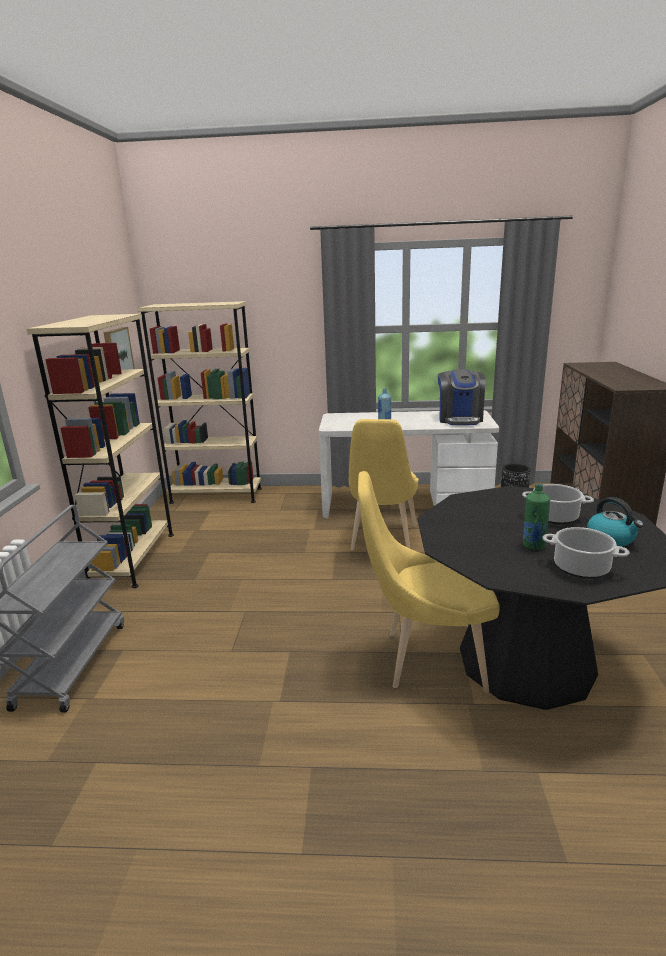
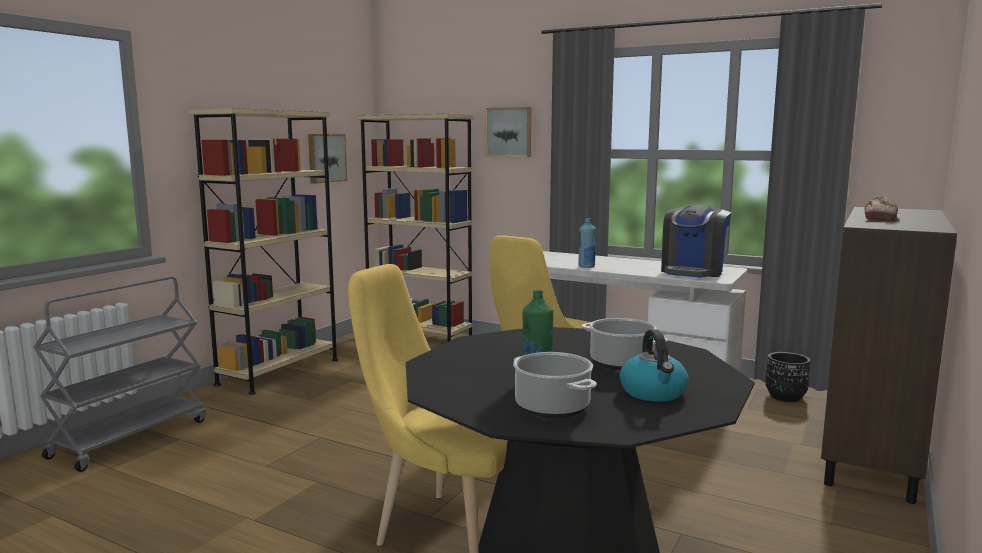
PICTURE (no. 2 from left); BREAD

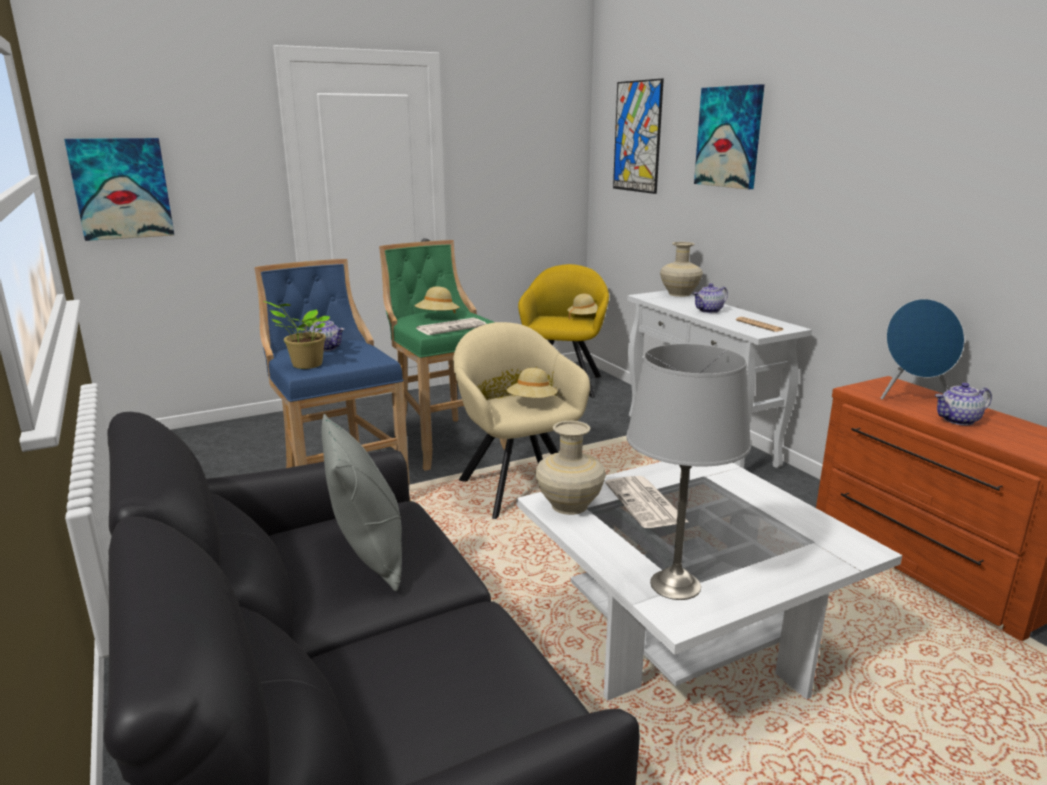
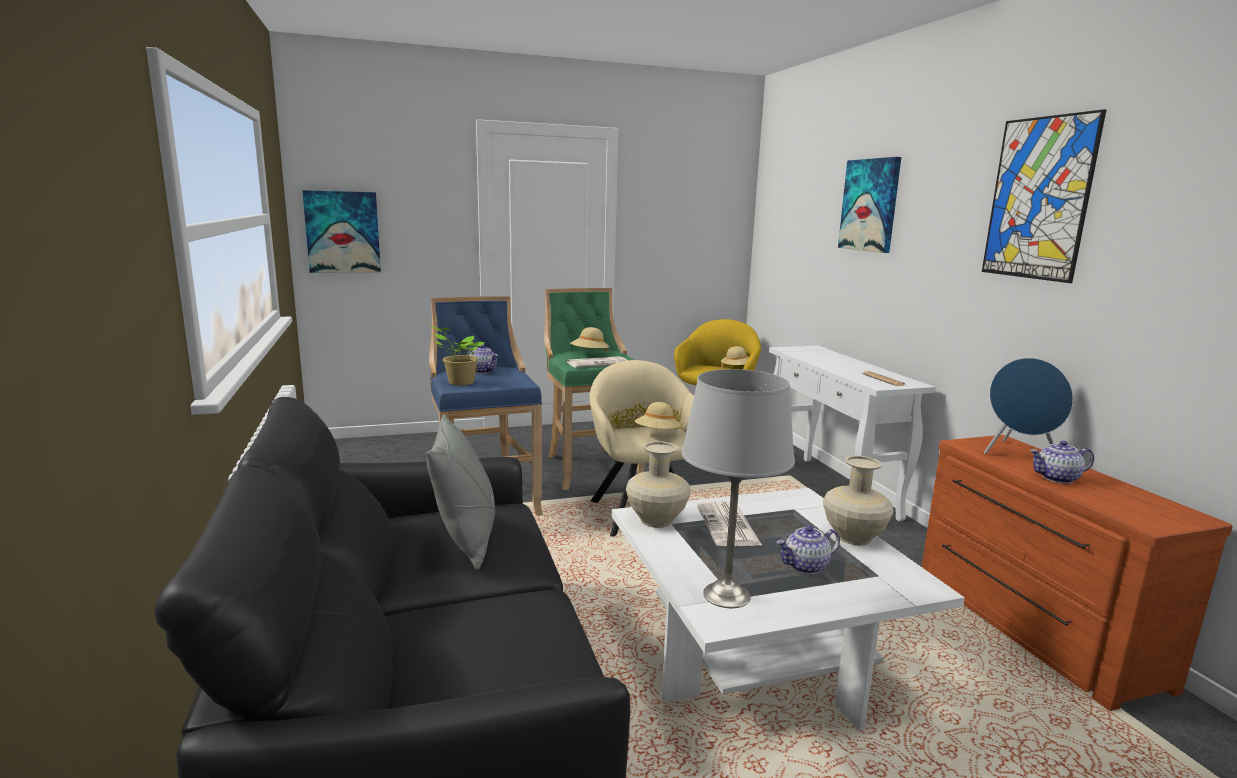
PICTURE (no. 3 from left); BEIGE VASE (no. 2 from left); TEAPOT (no. 2 from left)

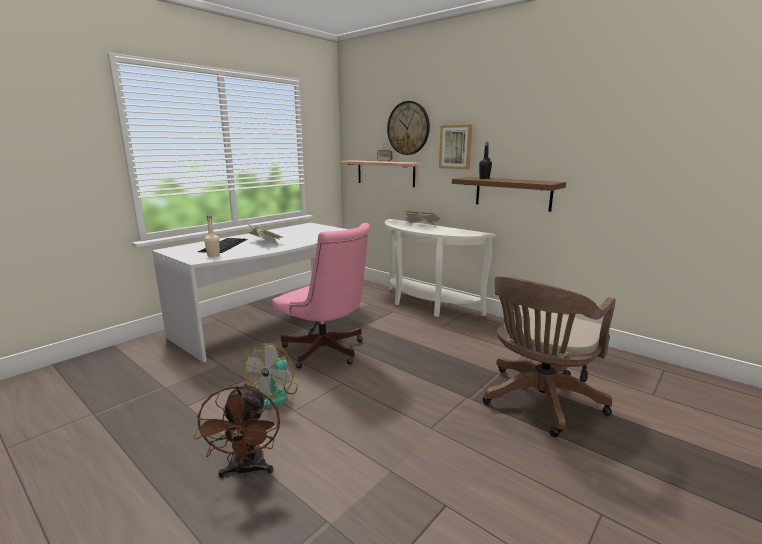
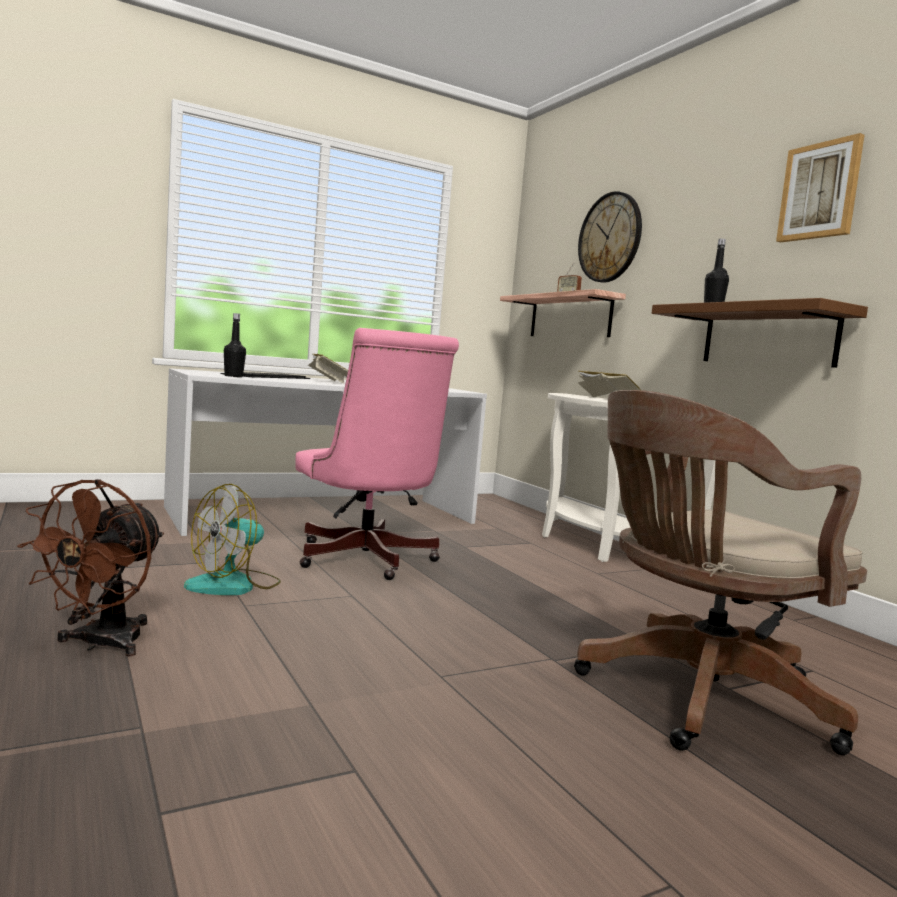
BLACK BOTTLE (no. 1 from left); PICTURE

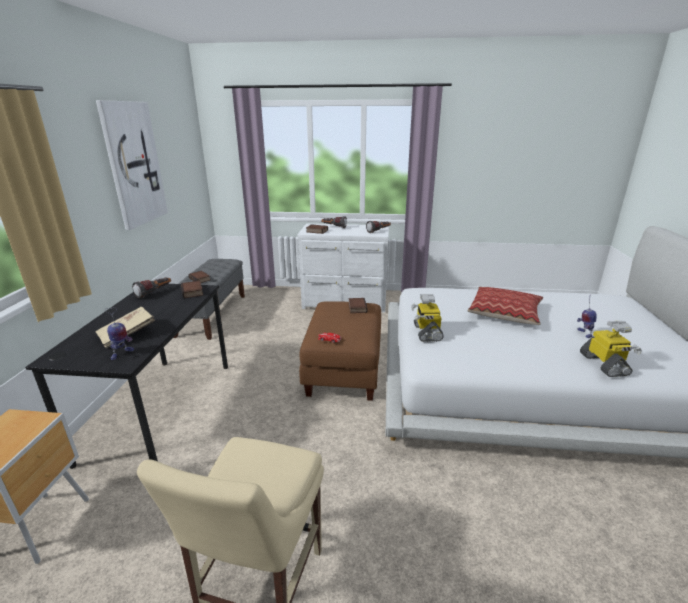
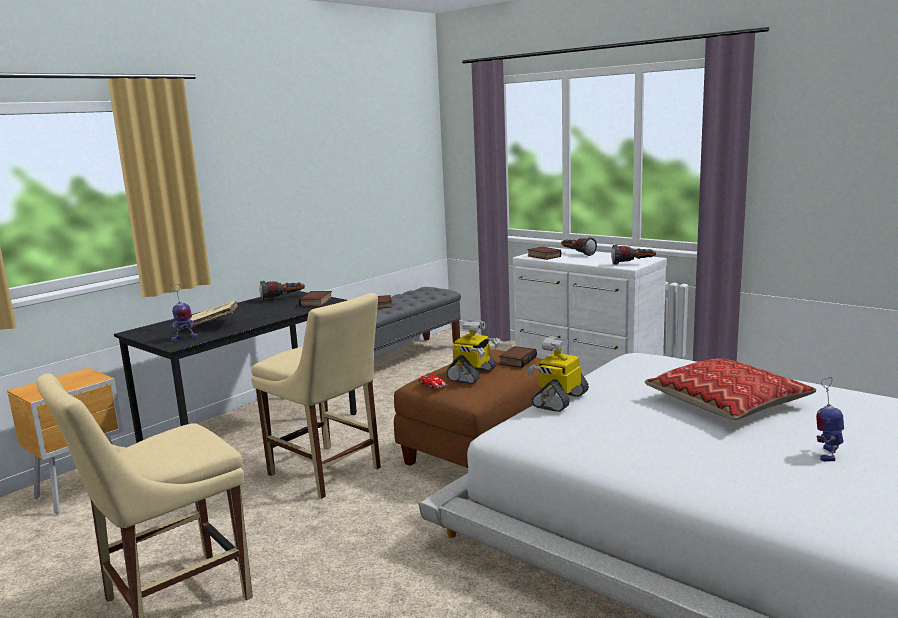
PICTURE; TOY ROBOT (no. 2 from left); BEIGE CHAIR (no. 2 from left)

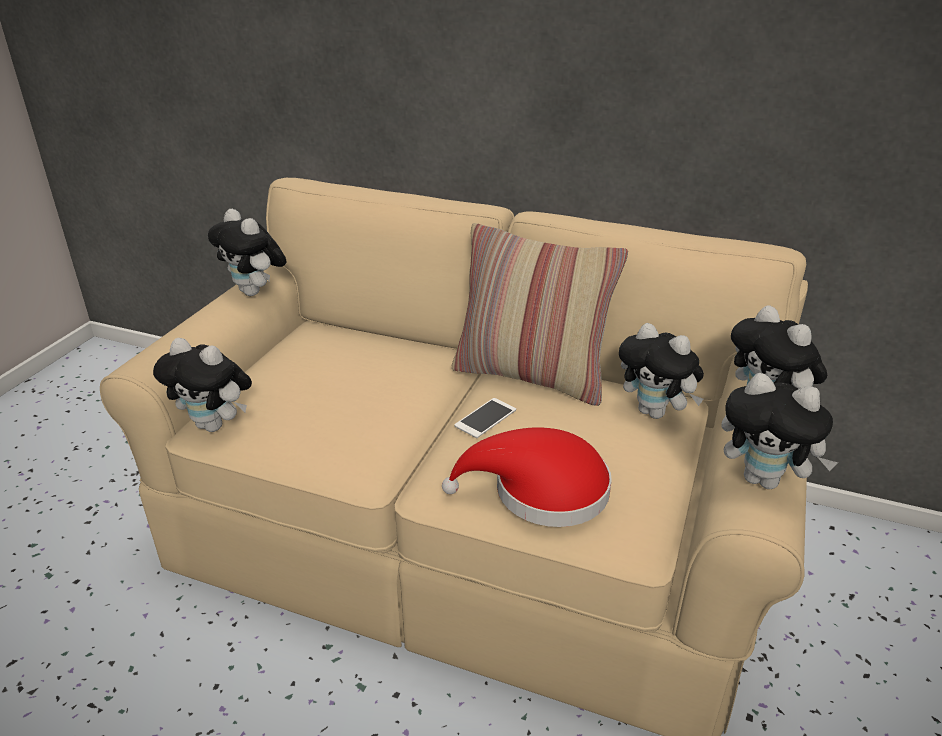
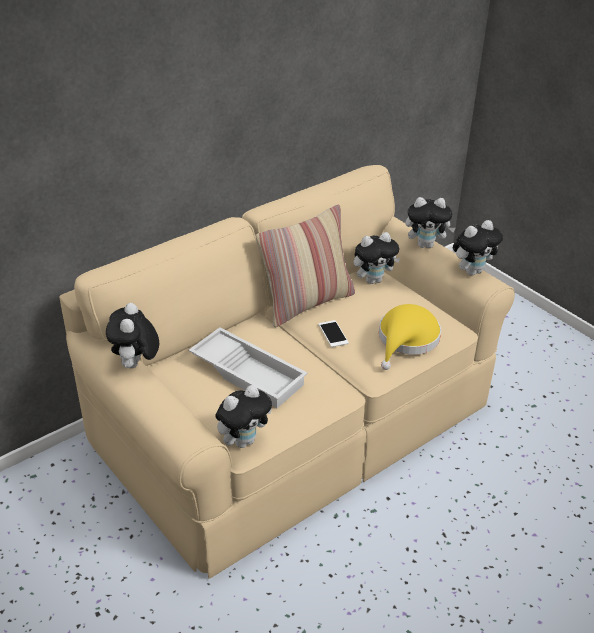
PLUSH TOY (no. 1 from left); YELLOW HAT; WHITE TRAY

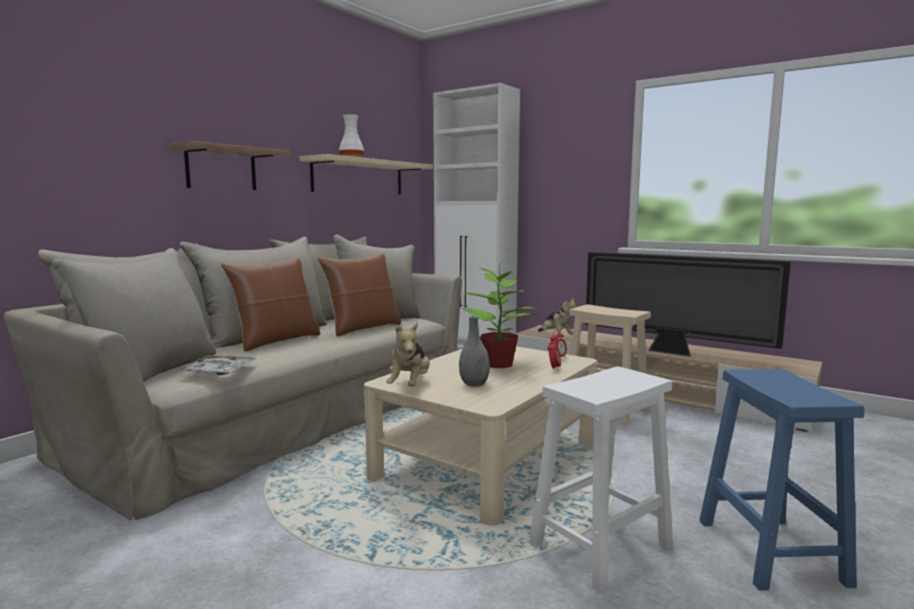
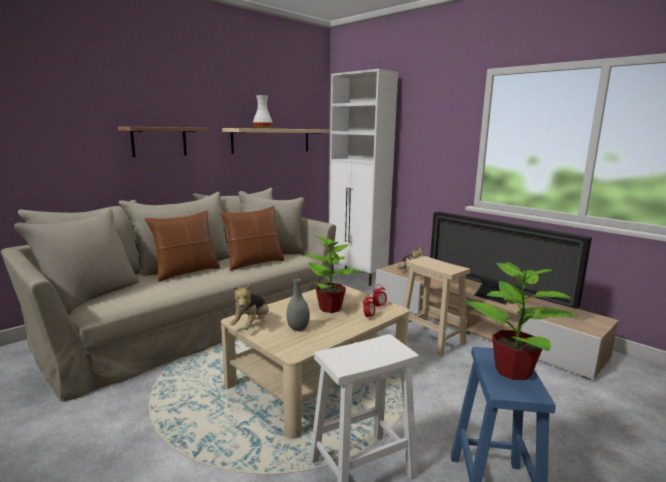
TRAY; POTTED PLANT (no. 2 from left)

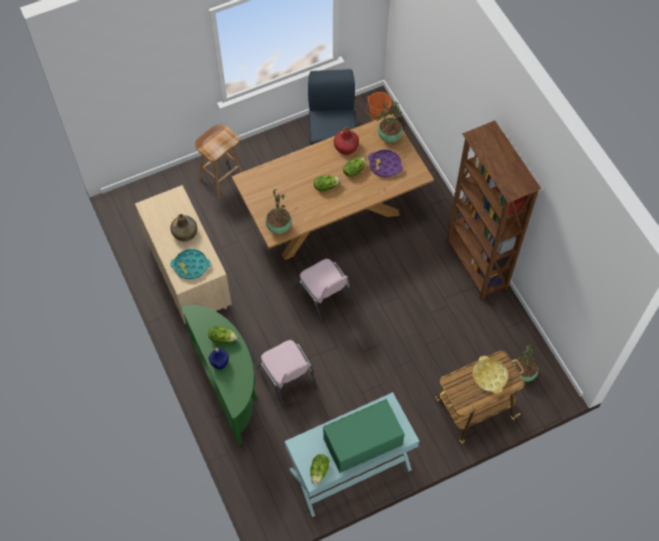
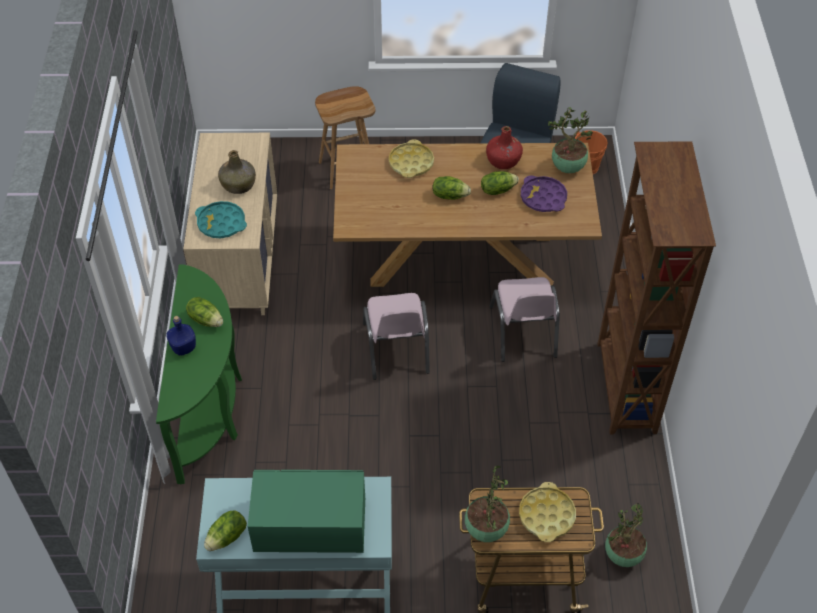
PINK CHAIR (no. 2 from left); POTTED PLANT (no. 1 from left); YELLOW TRAY (no. 1 from left)

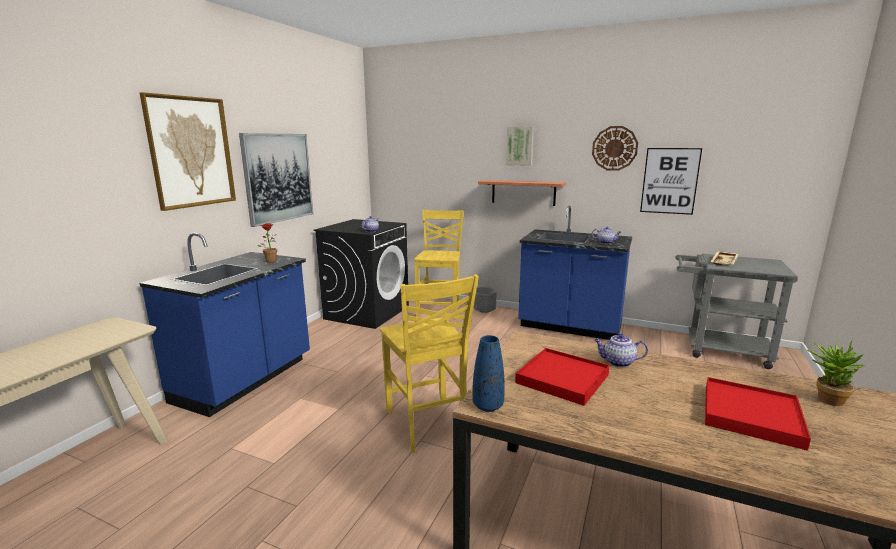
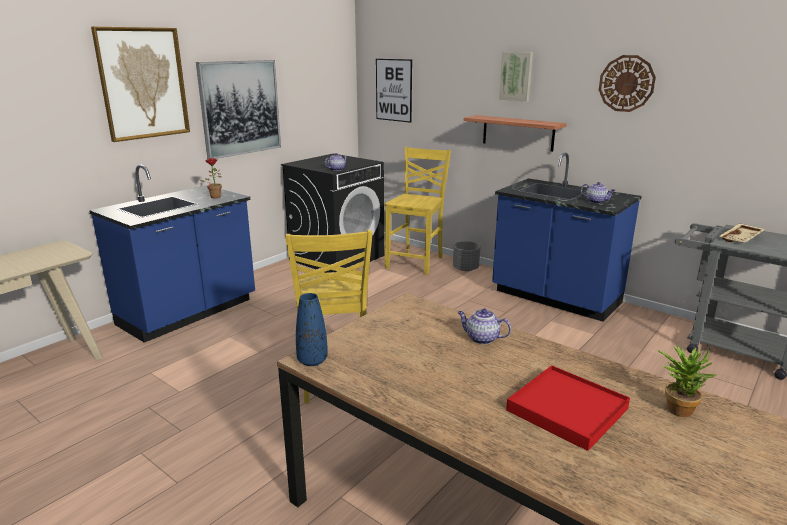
RED TRAY (no. 1 from left in the first image); PICTURE (no. 3 from left)

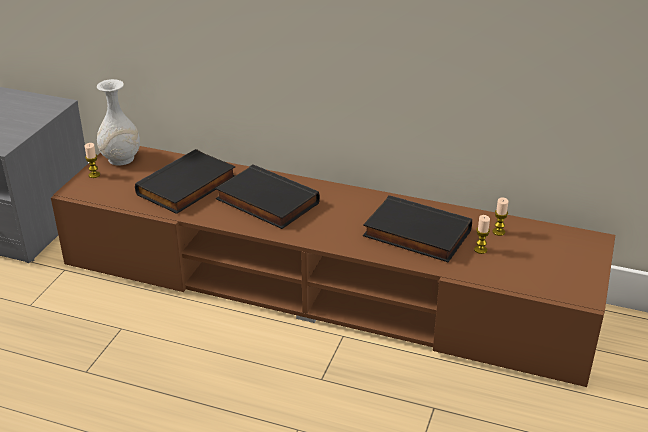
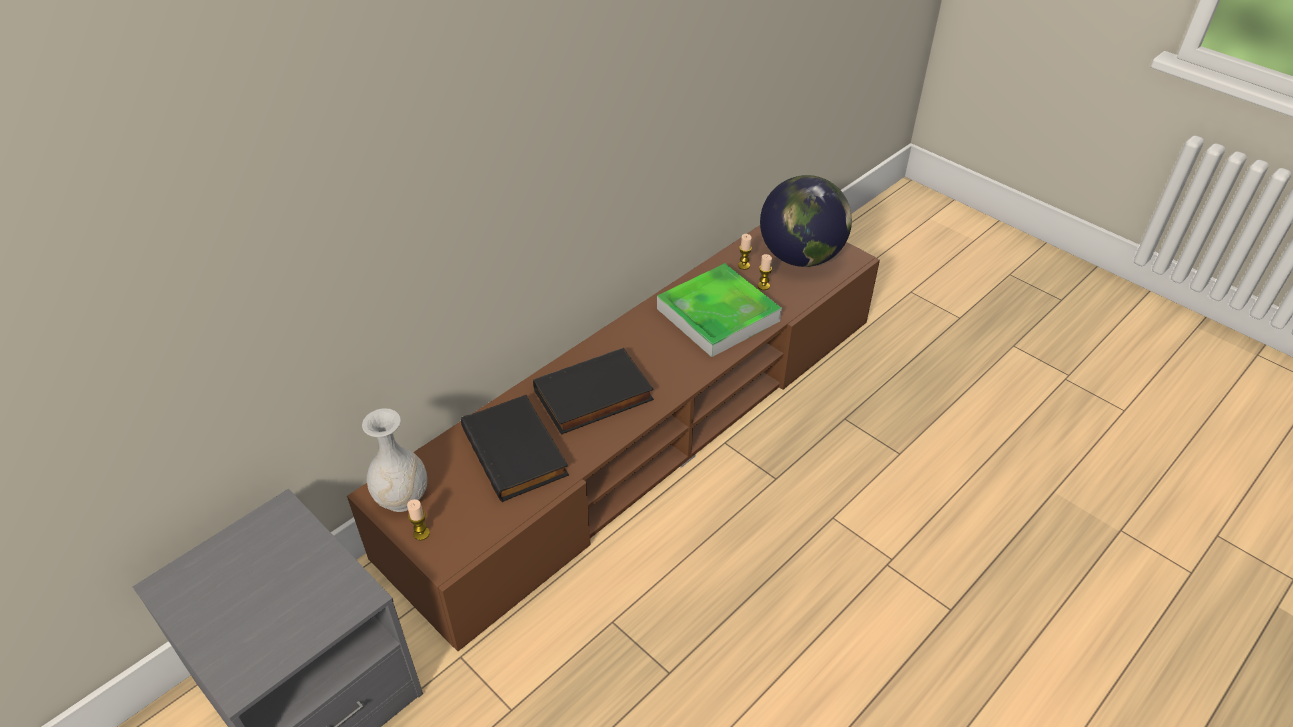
TRAY; GLOBE

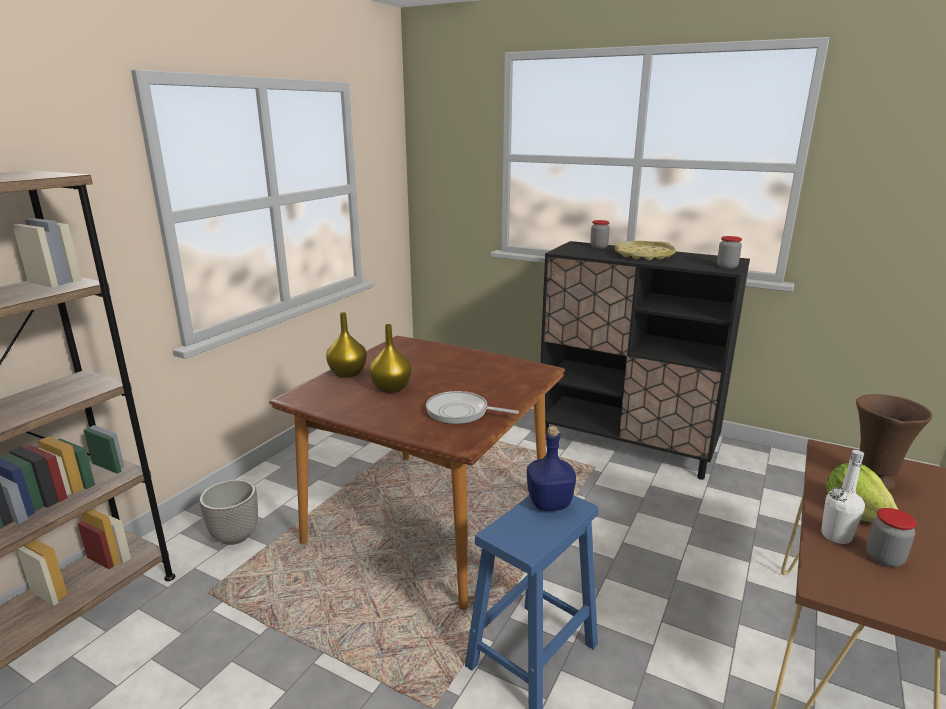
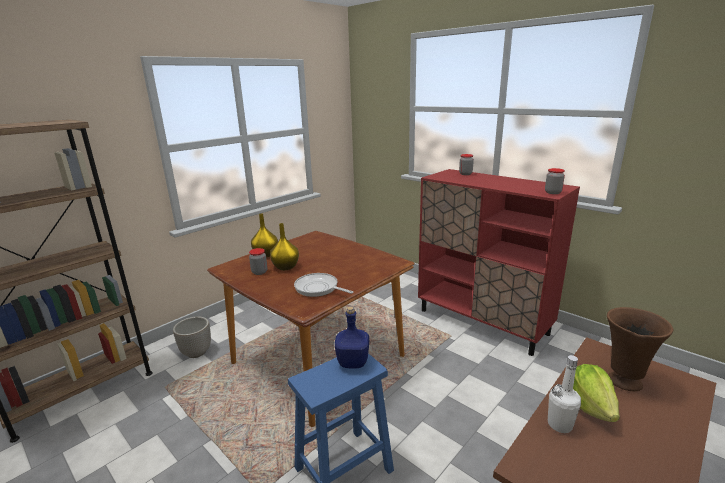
RED CABINET; YELLOW TRAY; JAR (no. 1 from left)

